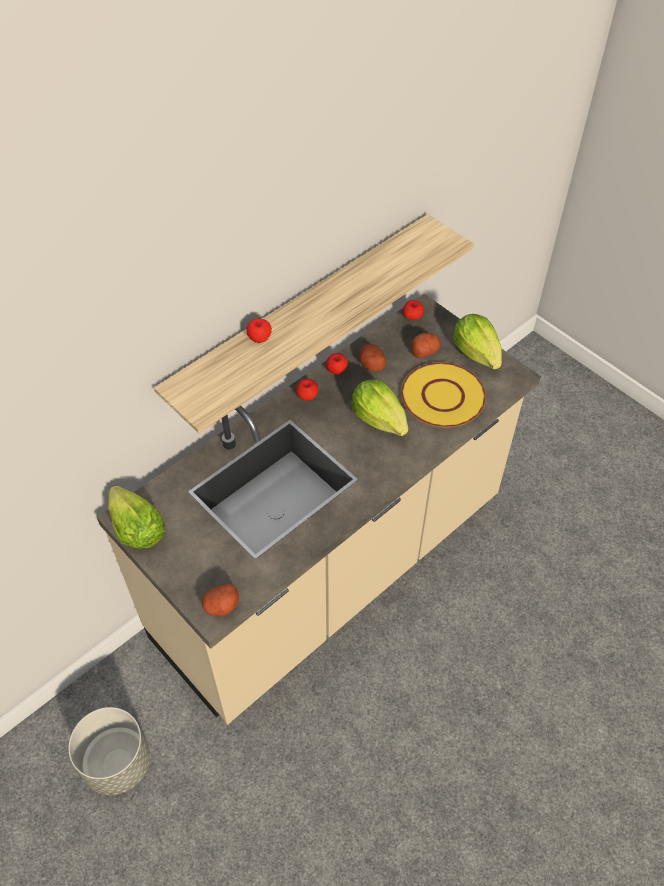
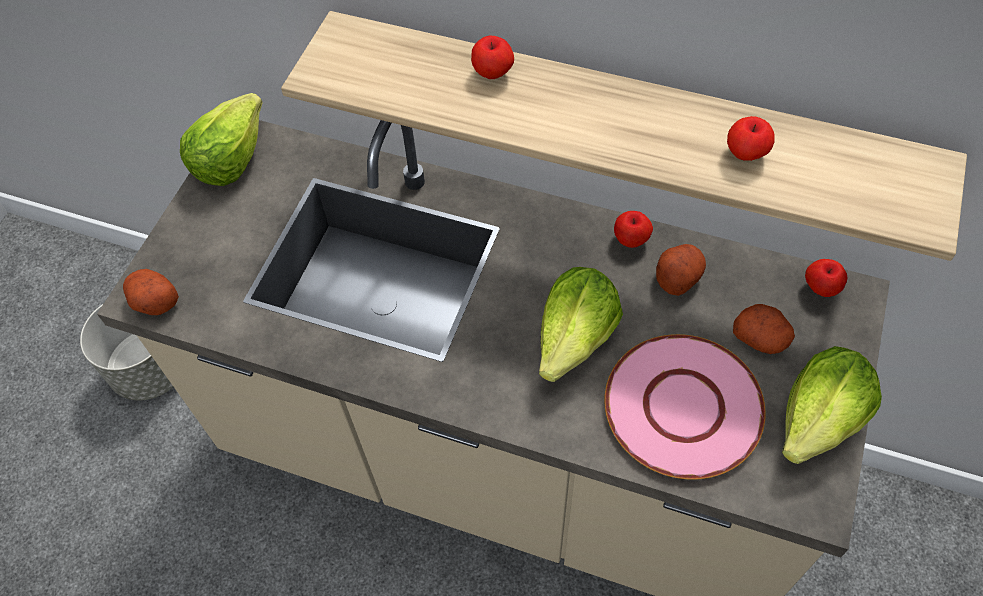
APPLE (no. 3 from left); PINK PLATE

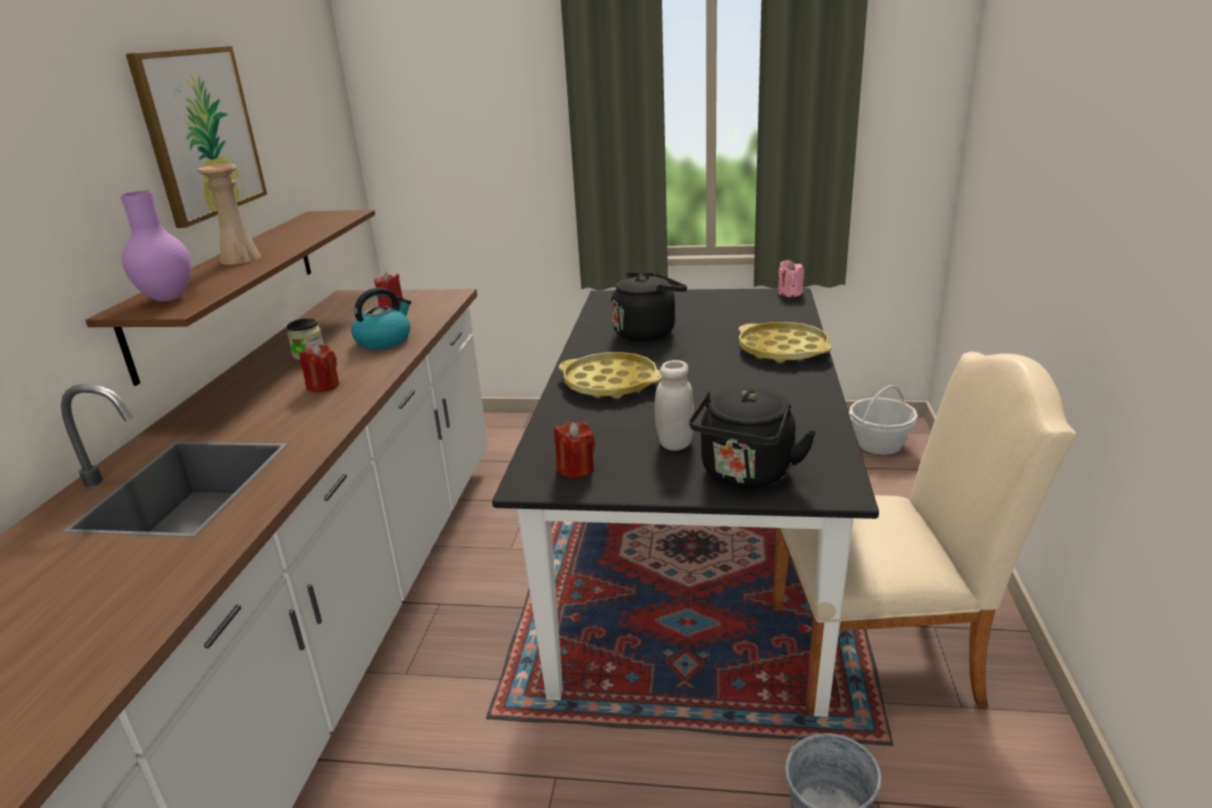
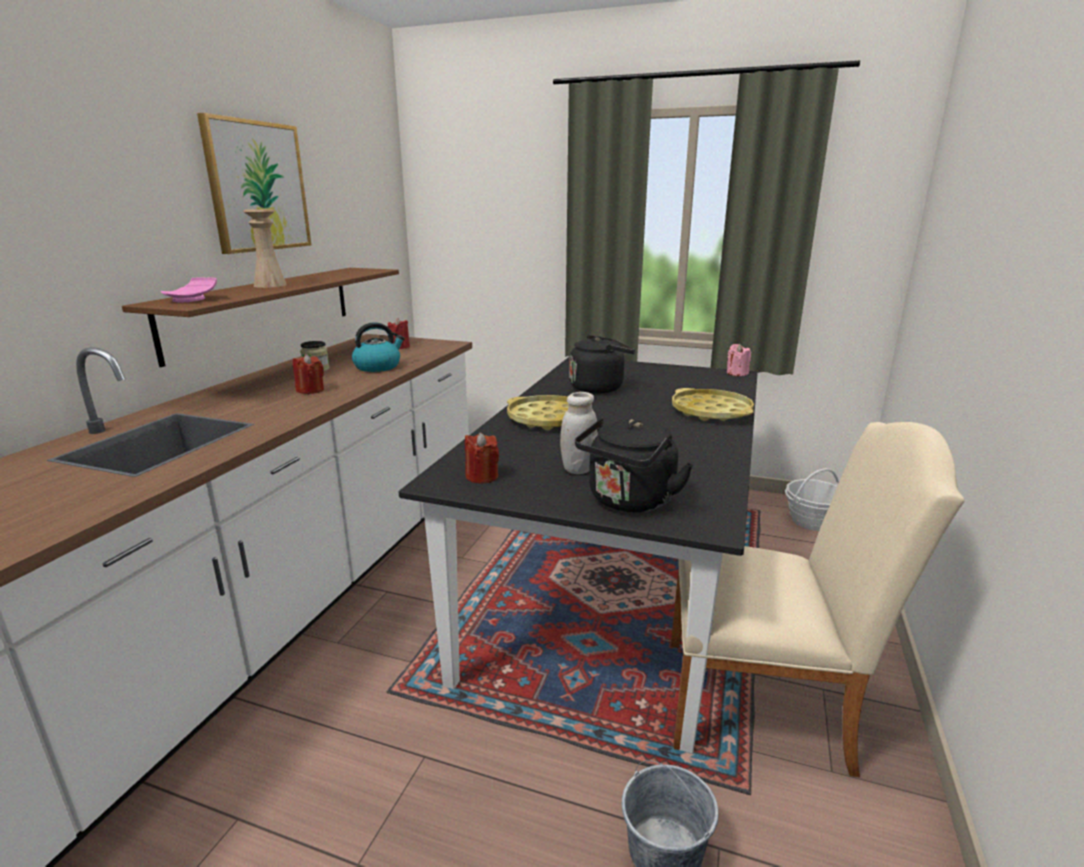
PINK PLATE

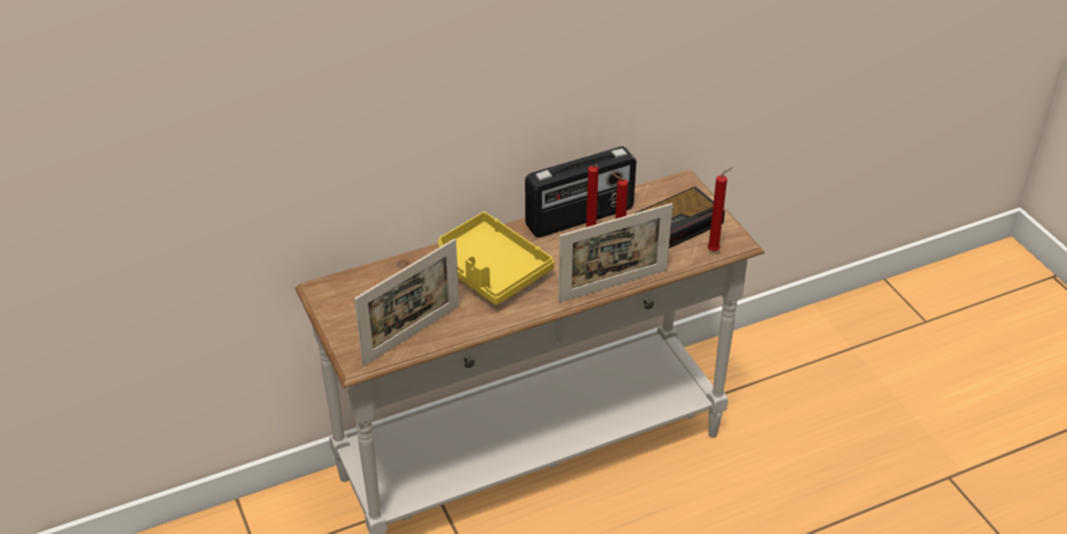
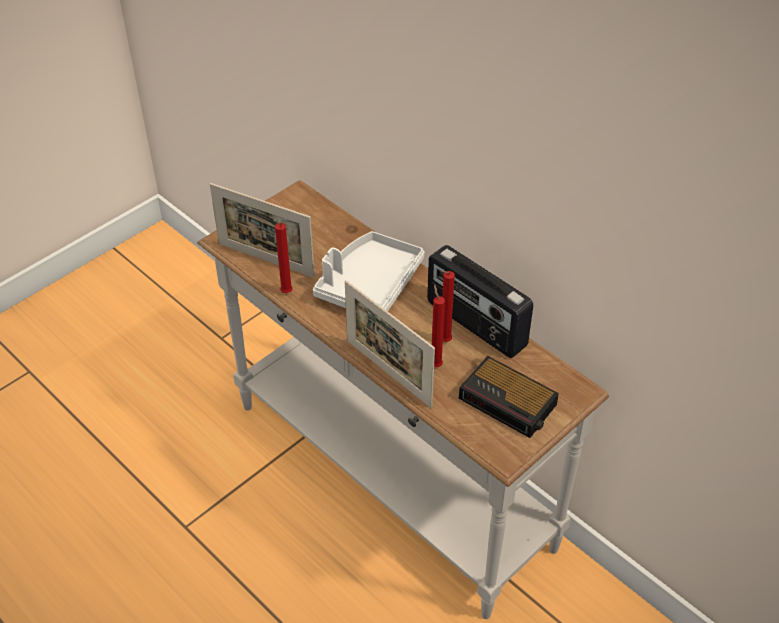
WHITE TRAY; RED CANDLE (no. 1 from left)

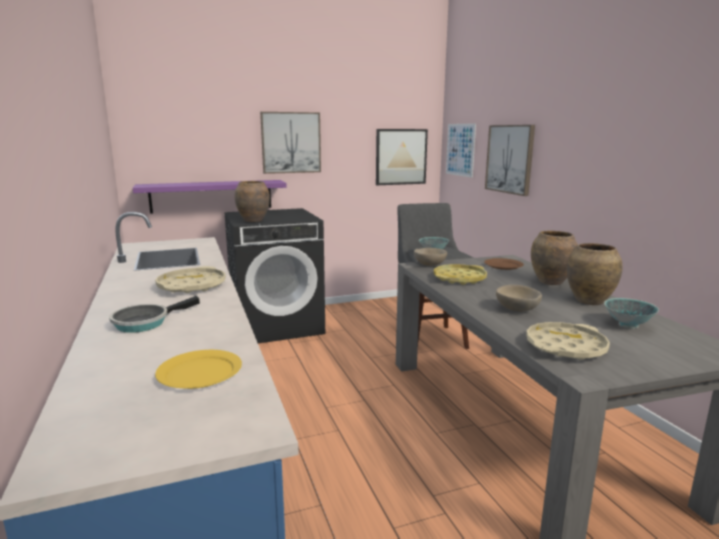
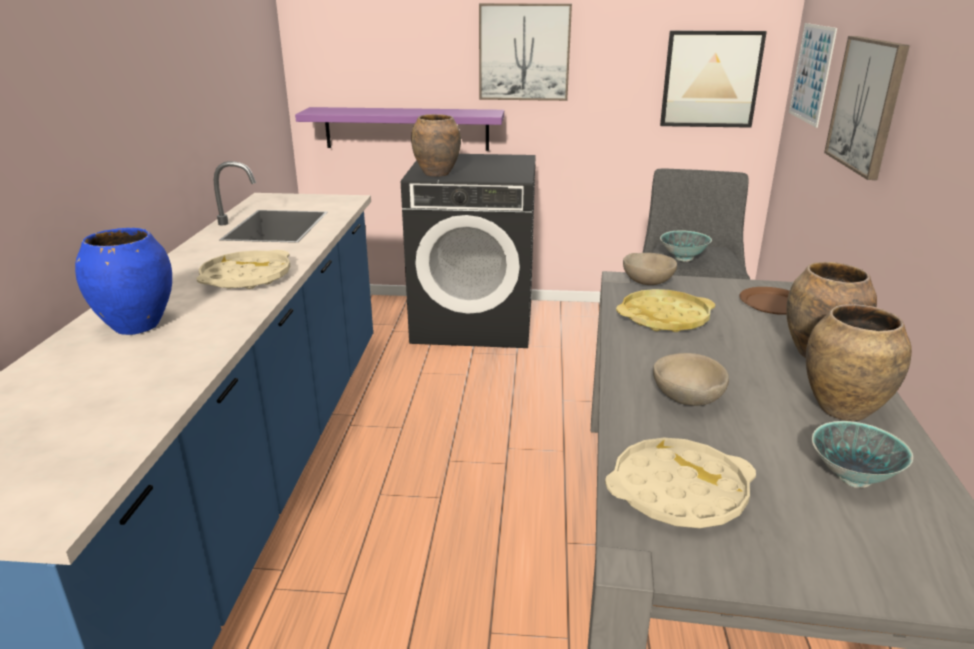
BLUE VASE; YELLOW PLATE

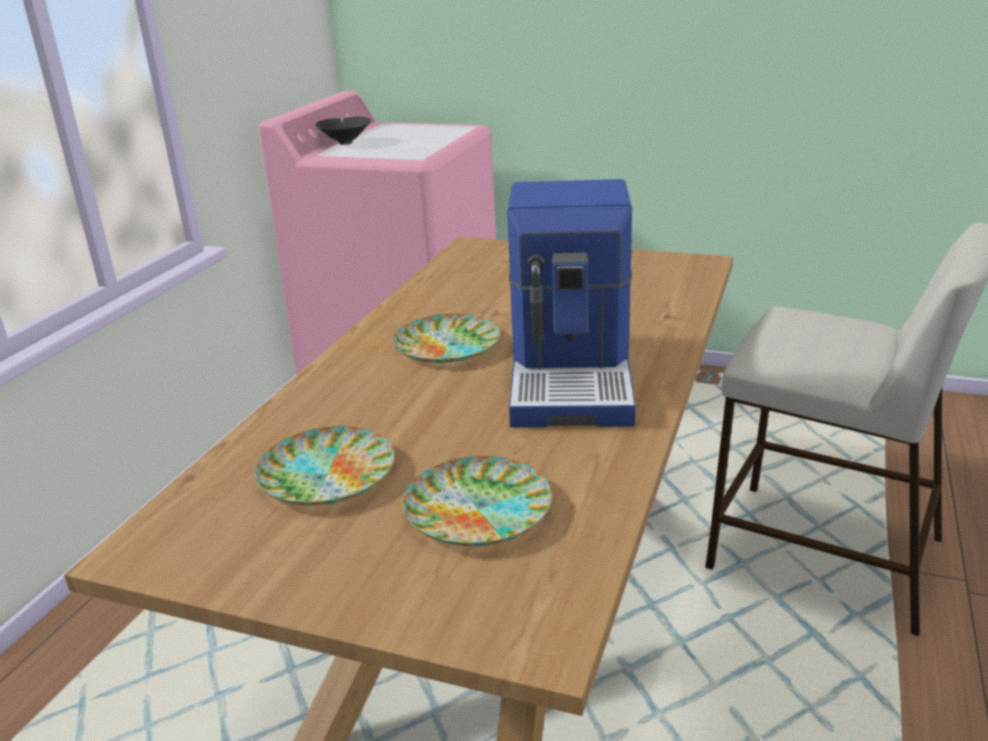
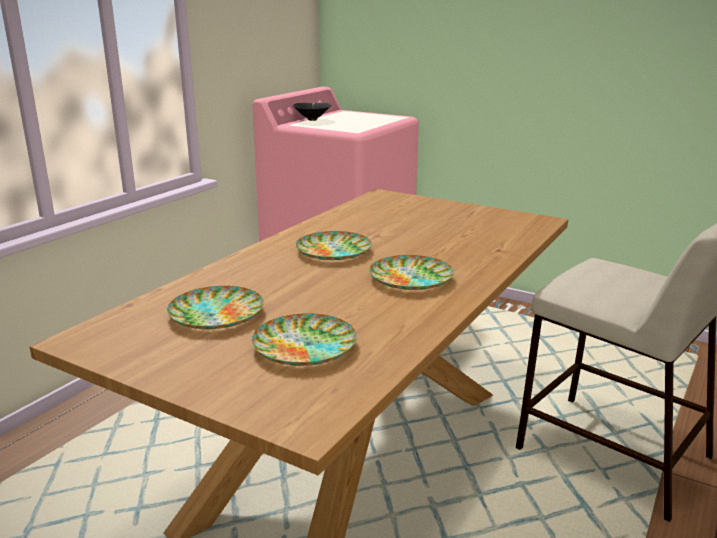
PLATE (no. 4 from left)

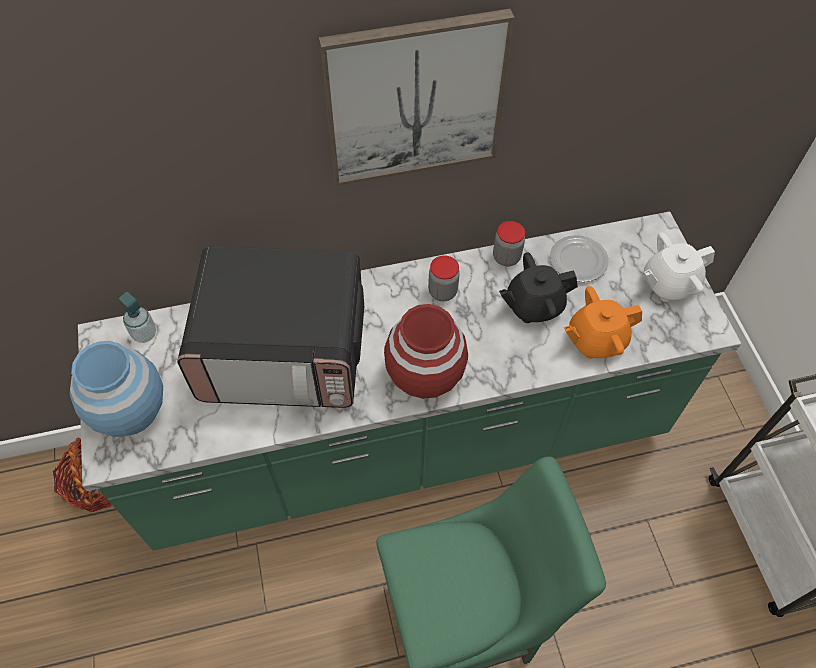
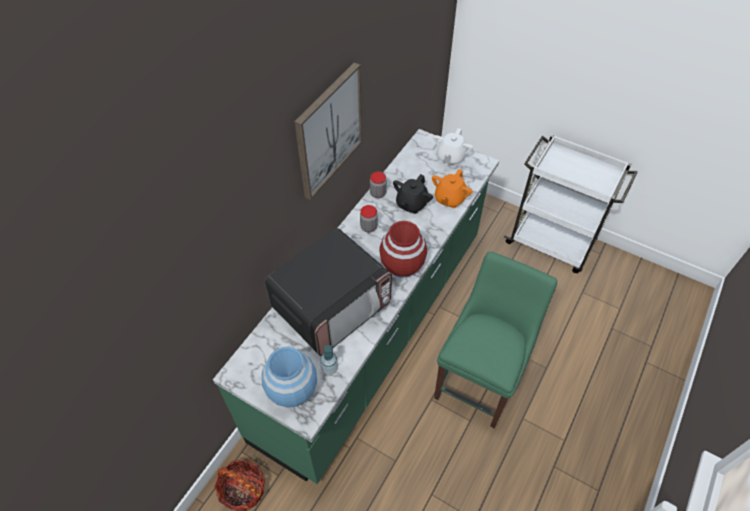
SOAP DISPENSER; PLATE

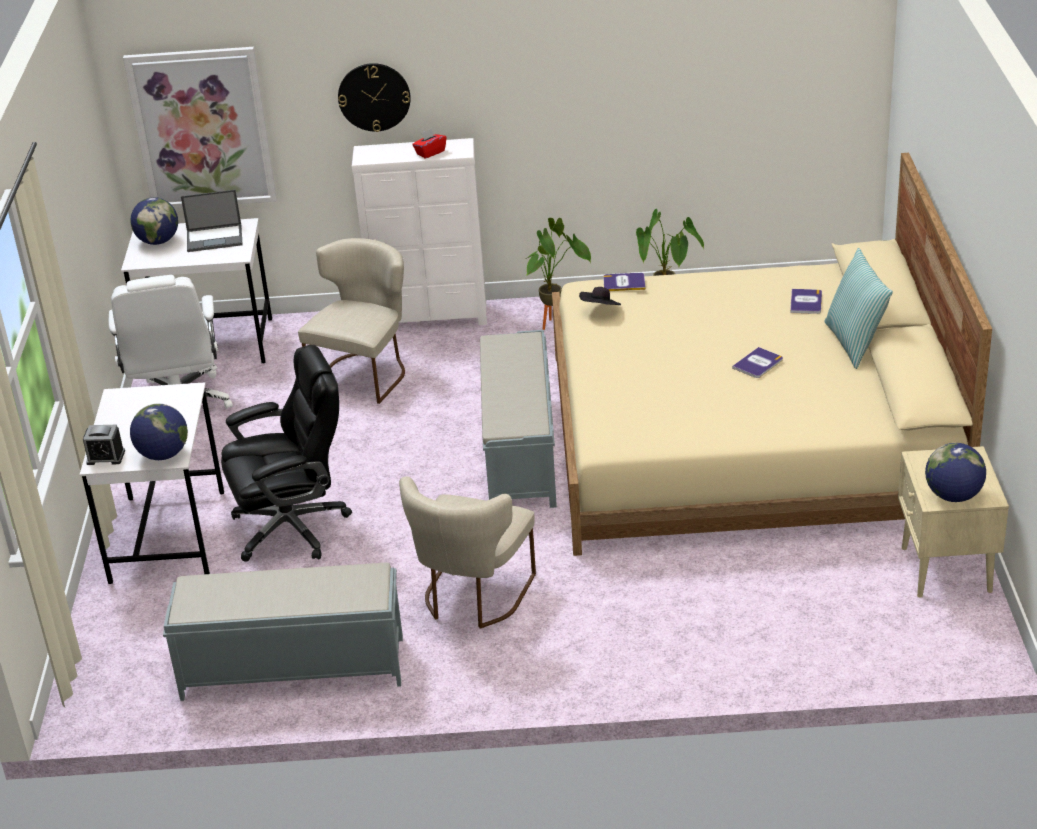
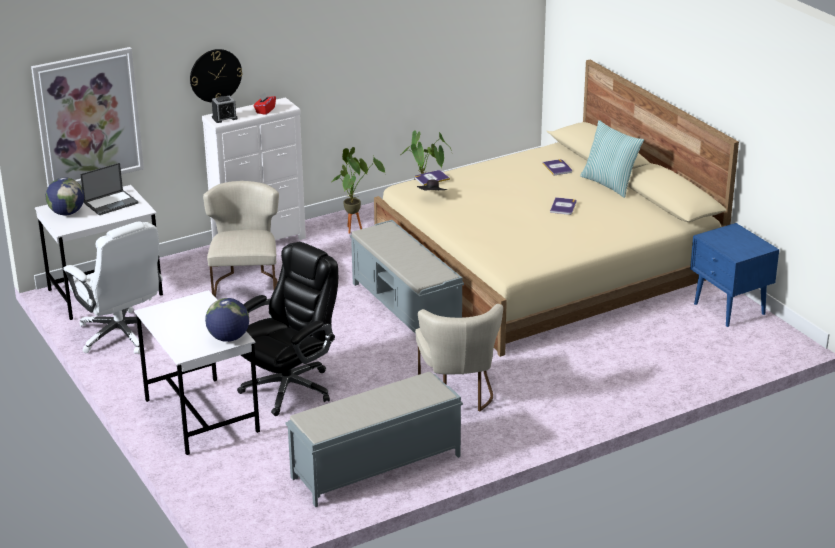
ALARM CLOCK; BLUE NIGHTSTAND; GLOBE (no. 3 from left in the first image)

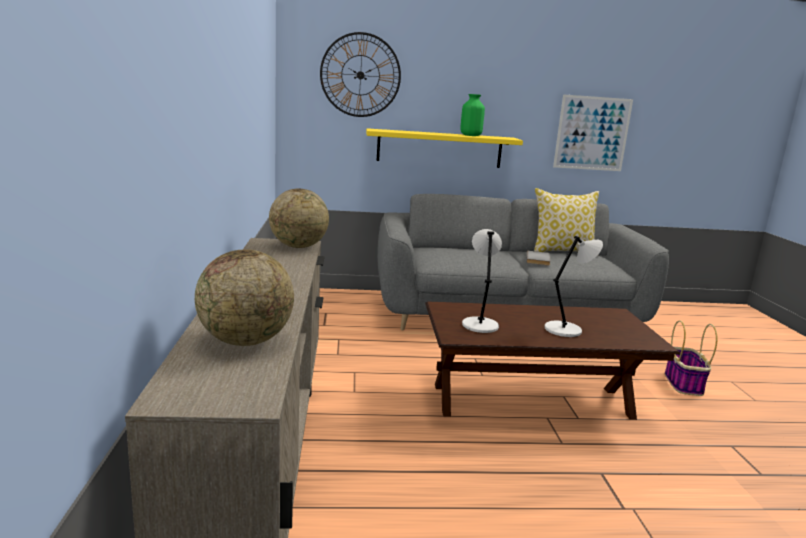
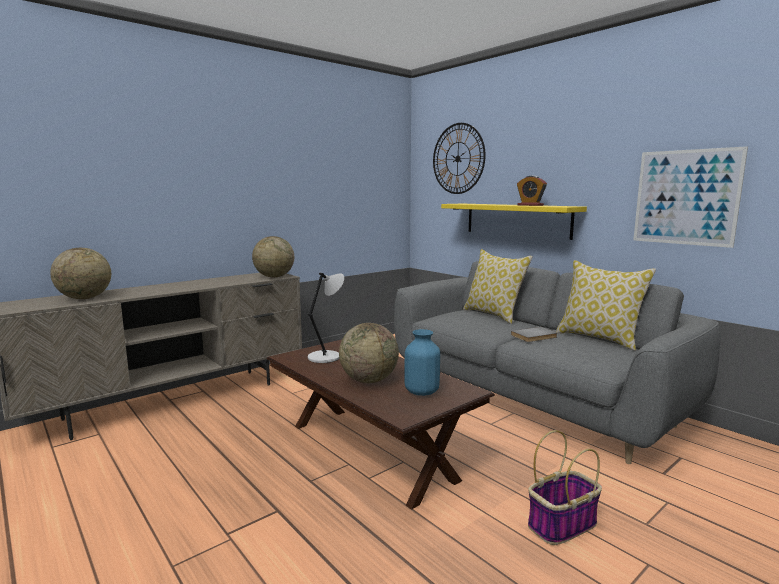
ALARM CLOCK; GLOBE (no. 3 from left); BLUE VASE; PILLOW (no. 1 from left)

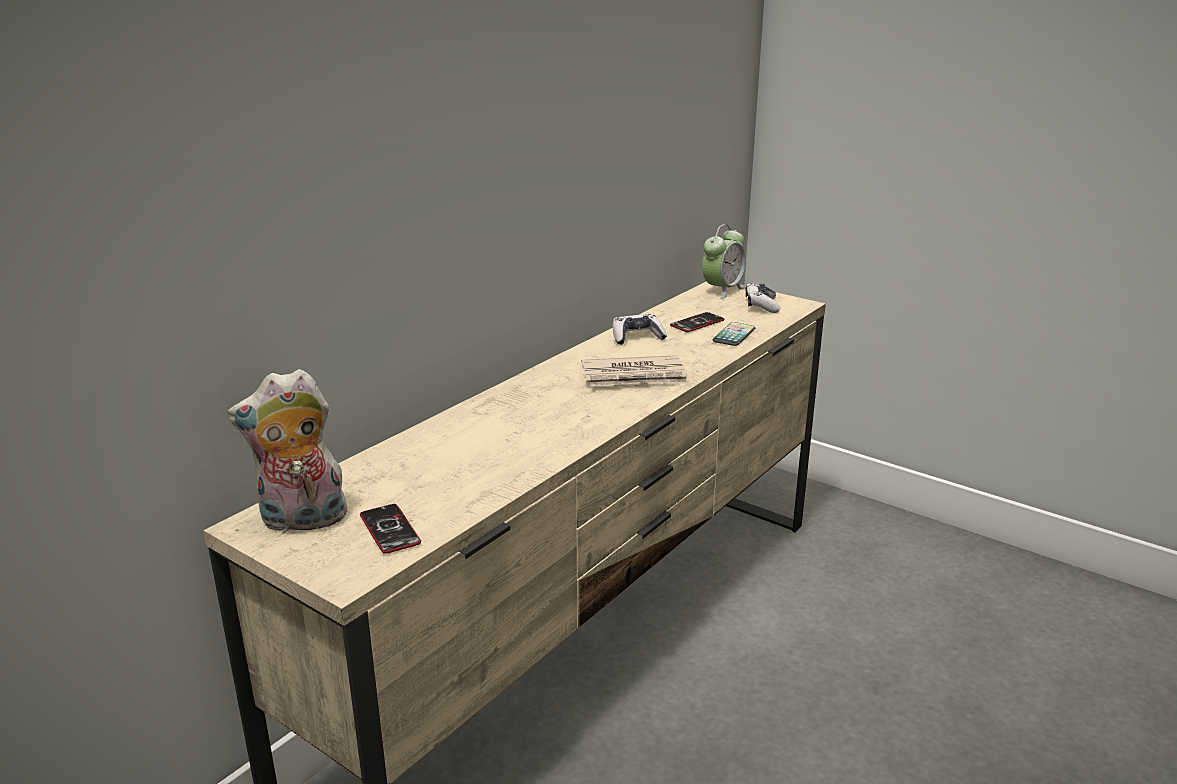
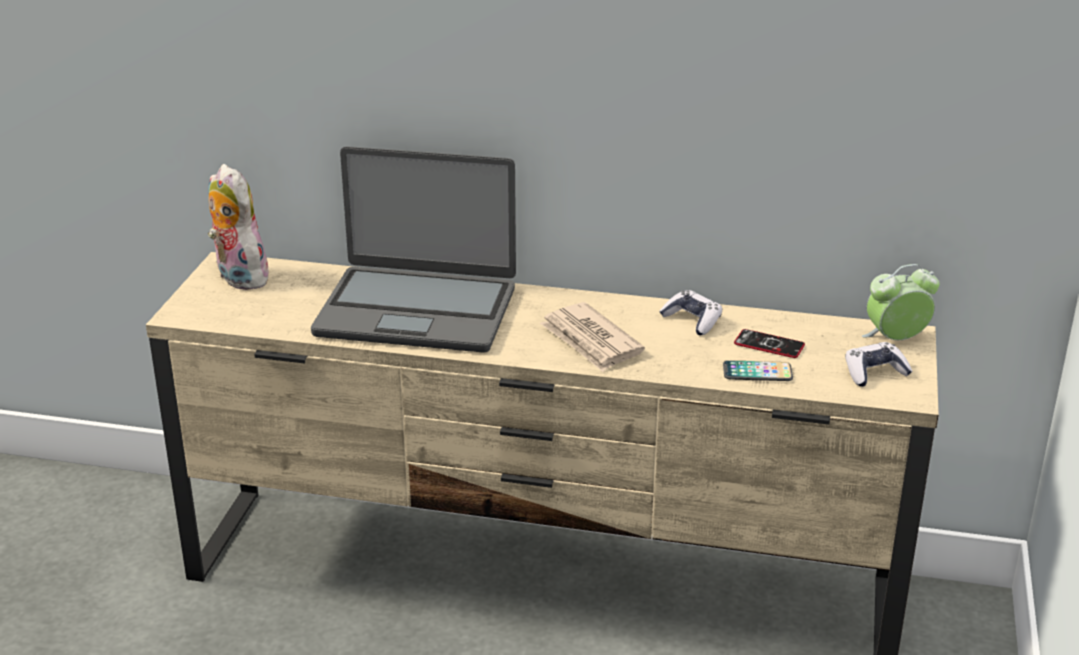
PHONE (no. 1 from left in the first image); ALARM CLOCK; LAPTOP

